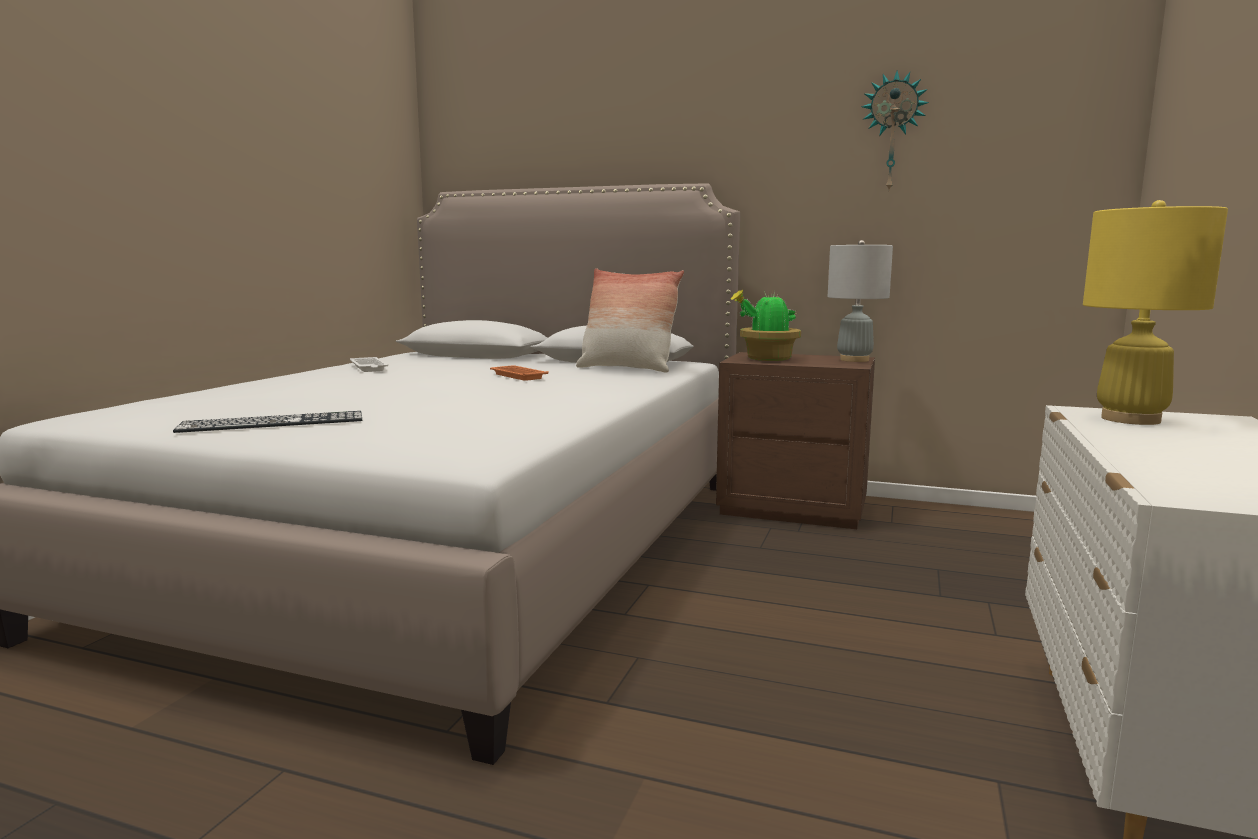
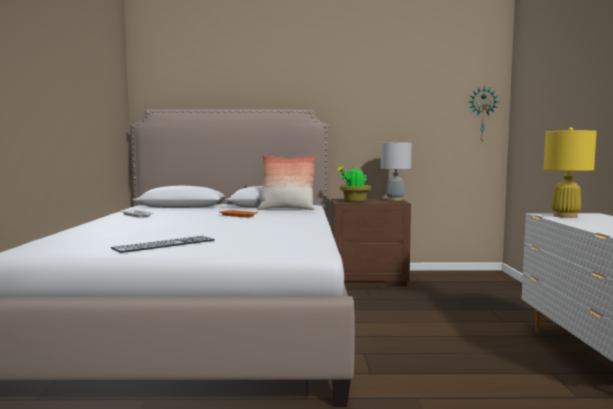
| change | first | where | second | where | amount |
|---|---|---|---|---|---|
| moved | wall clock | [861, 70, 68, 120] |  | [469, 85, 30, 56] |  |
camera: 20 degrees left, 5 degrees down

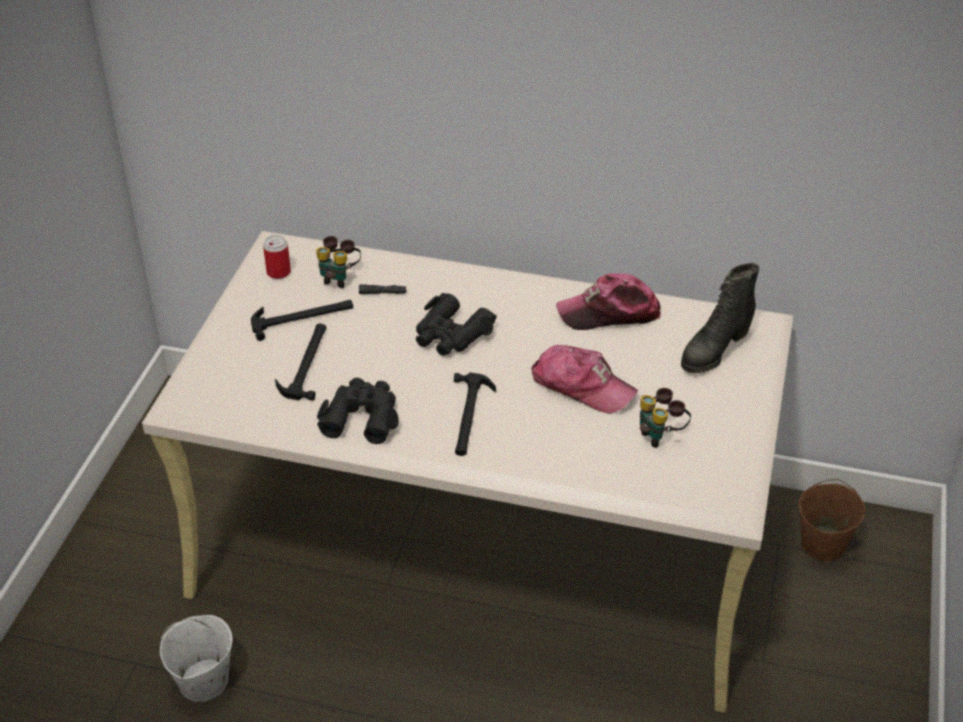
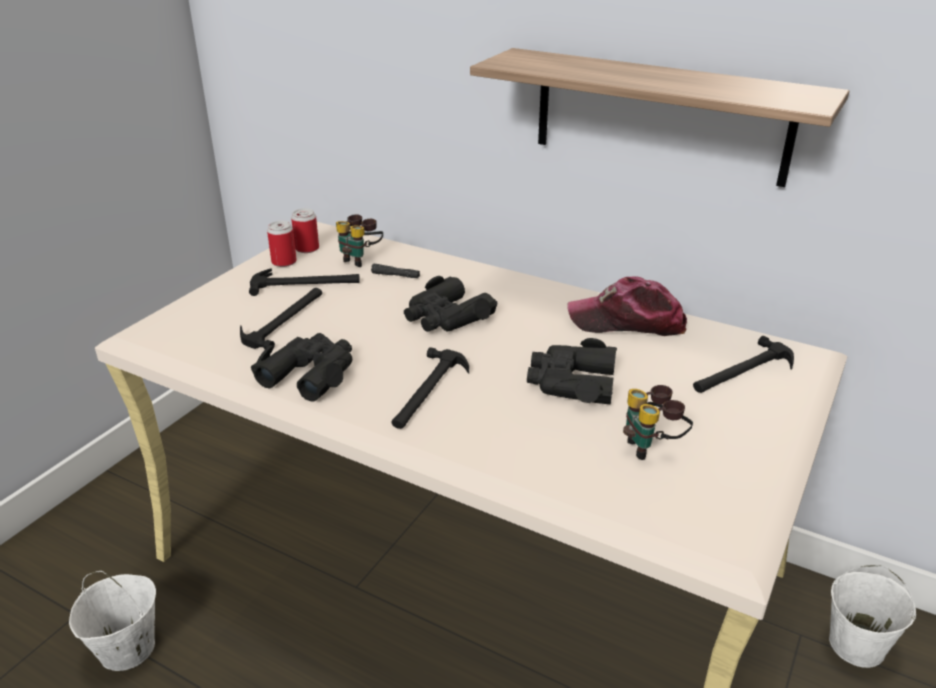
| change | first | where | second | where | amount |
|---|---|---|---|---|---|
| replaced | cap | [532, 345, 106, 69] | black binoculars | [527, 338, 90, 67] |  |
| replaced | black boot | [681, 263, 78, 111] | hammer | [693, 336, 101, 57] |  |
| recoloured | brown bucket | [799, 479, 66, 82] | white bucket | [829, 565, 87, 103] |  |
| added |  |  | can | [267, 221, 30, 46] |  |
| added |  |  | shelf | [470, 48, 379, 139] |  |
camera: 15 degrees right, 10 degrees down

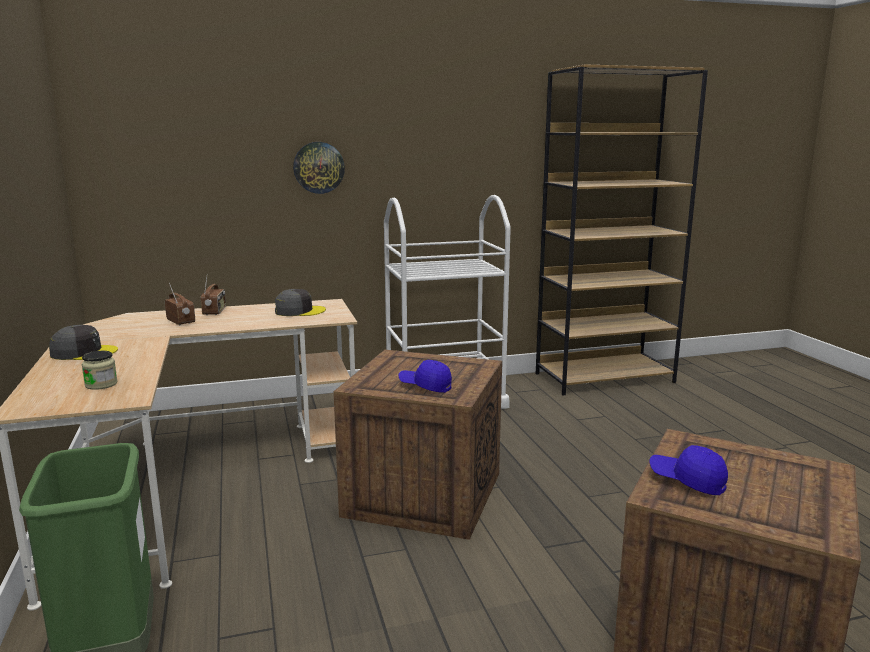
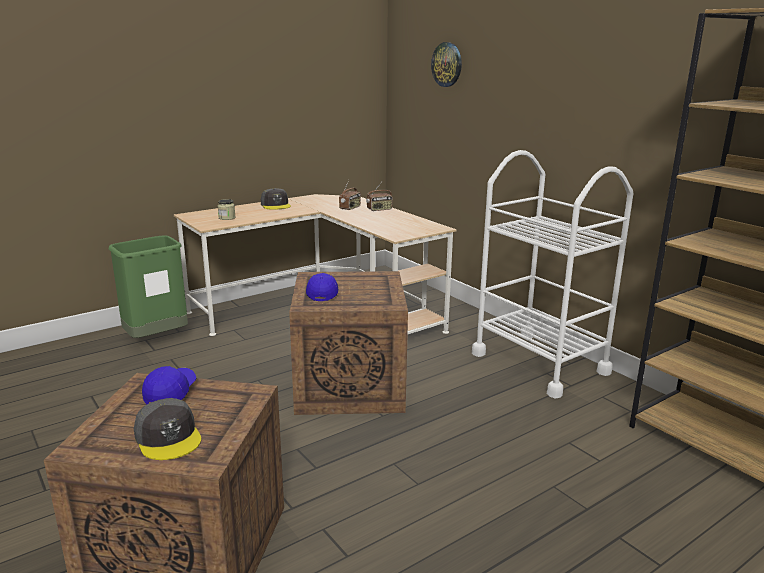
| change | first | where | second | where | amount |
|---|---|---|---|---|---|
| moved | grey cap | [275, 289, 51, 27] |  | [134, 398, 67, 62] |  |
| moved | wall clock | [293, 142, 52, 52] |  | [431, 42, 31, 45] |  |
camera: 70 degrees right, 5 degrees up

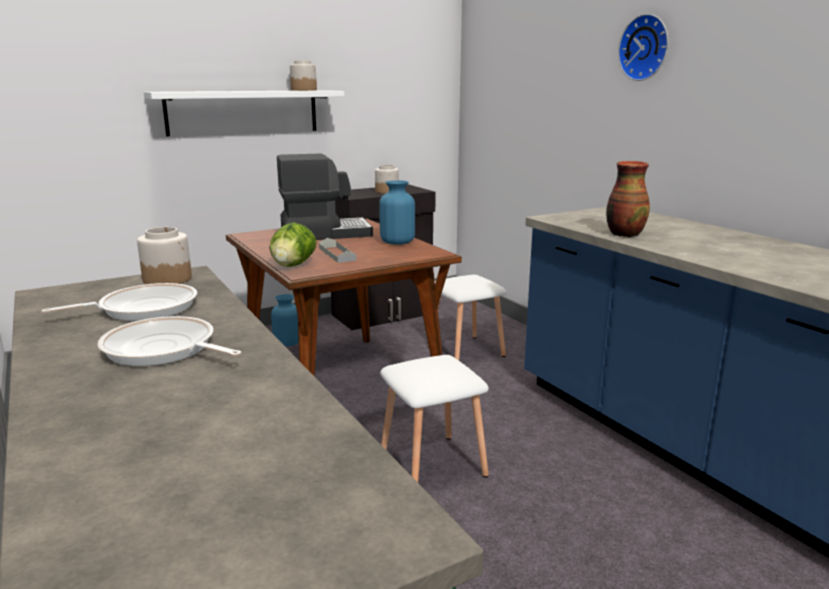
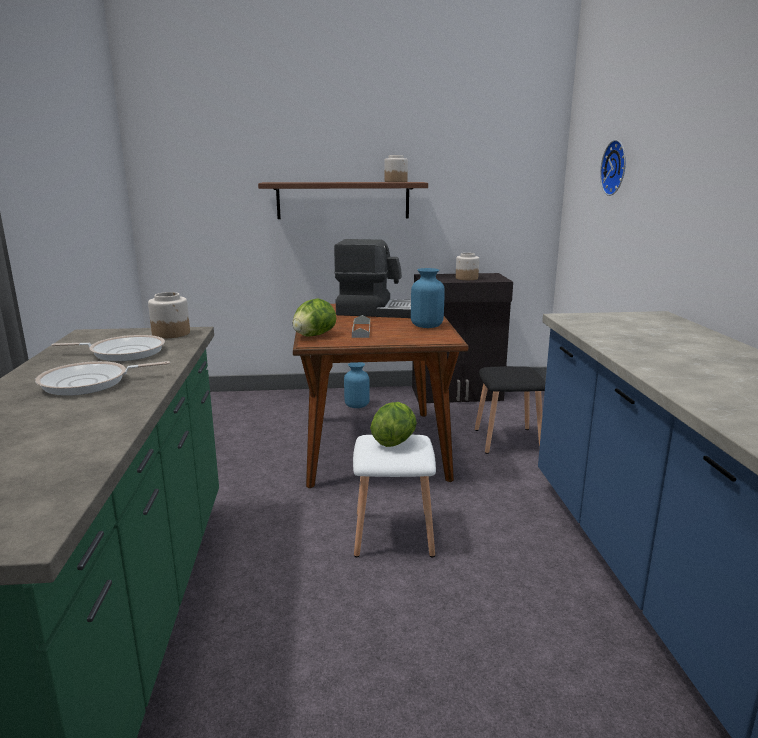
| change | first | where | second | where | amount |
|---|---|---|---|---|---|
| turned | frying pan | [98, 316, 144, 50] |  | [35, 361, 135, 35] | 75 degrees counterclockwise |
| recoloured | white shelf | [144, 90, 200, 46] | brown shelf | [258, 182, 170, 37] |  |
| recoloured | white stool | [428, 275, 79, 85] | black stool | [475, 366, 70, 88] |  |
| removed | vase | [606, 161, 44, 76] |  |  |  |
| moved | wall clock | [618, 14, 50, 67] |  | [600, 140, 26, 56] |  |
| added |  |  | lettuce | [370, 402, 47, 45] |  |
camera: 25 degrees right, 0 degrees up

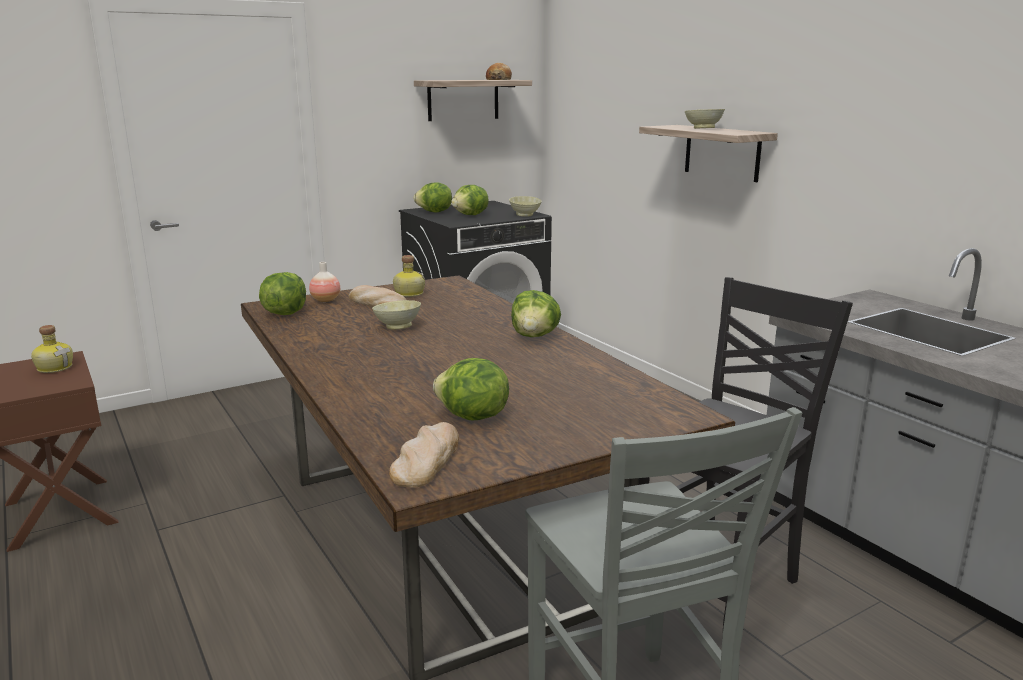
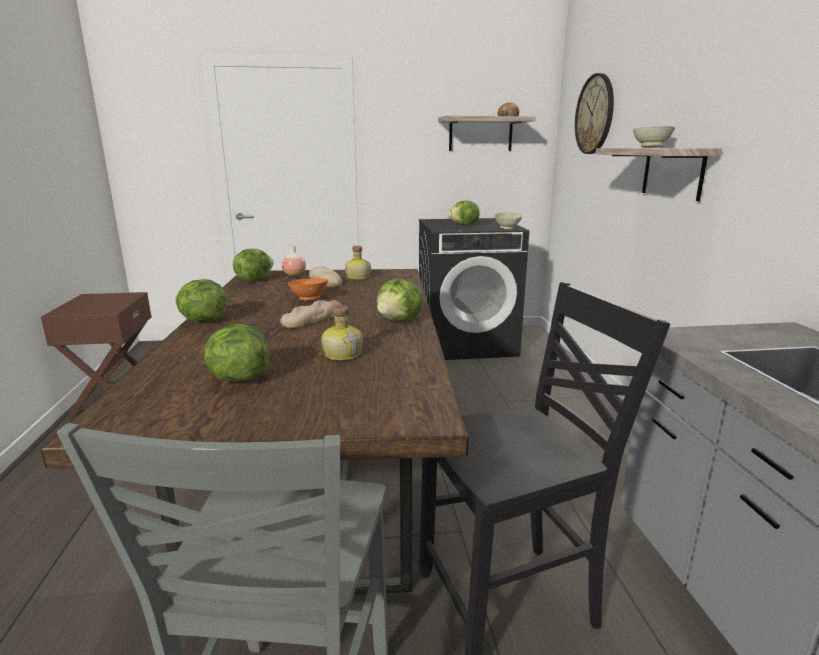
| change | first | where | second | where | amount |
|---|---|---|---|---|---|
| moved | bottle | [31, 325, 42, 48] |  | [321, 305, 42, 55] |  |
| recoloured | beige bowl | [372, 300, 49, 30] | orange bowl | [288, 278, 40, 23] |  |
| moved | bread | [389, 422, 70, 66] |  | [280, 300, 62, 28] |  |
| moved | lettuce | [413, 182, 39, 31] |  | [175, 279, 53, 43] |  |
| added |  |  | wall clock | [575, 73, 39, 81] |  |
camera: 25 degrees right, 0 degrees up

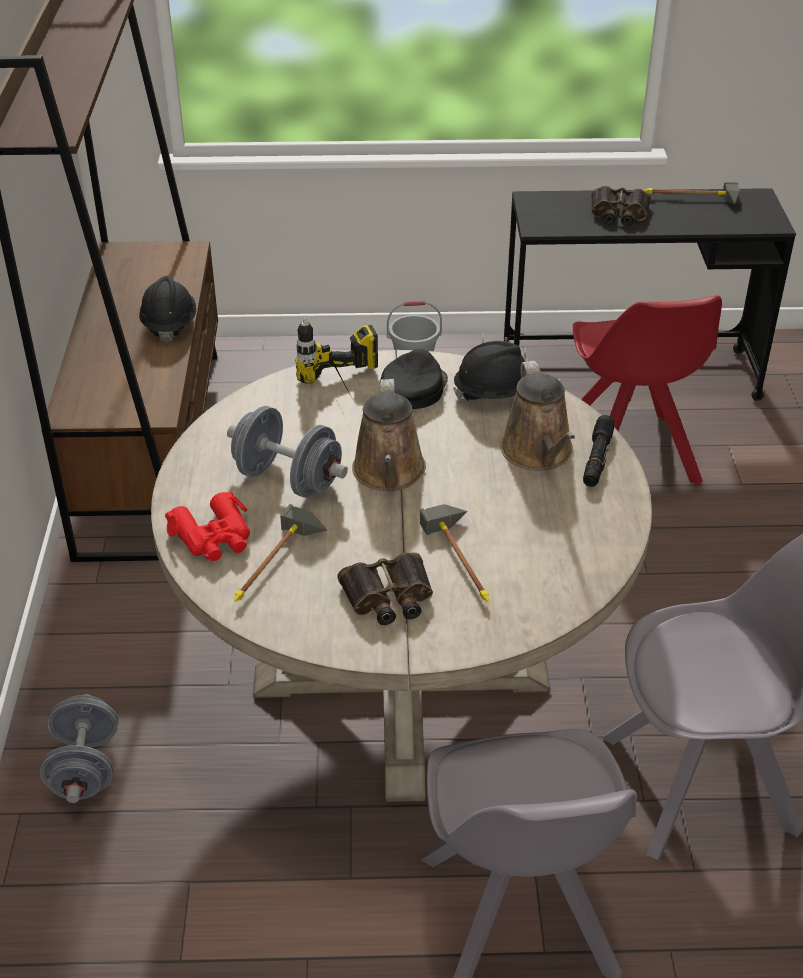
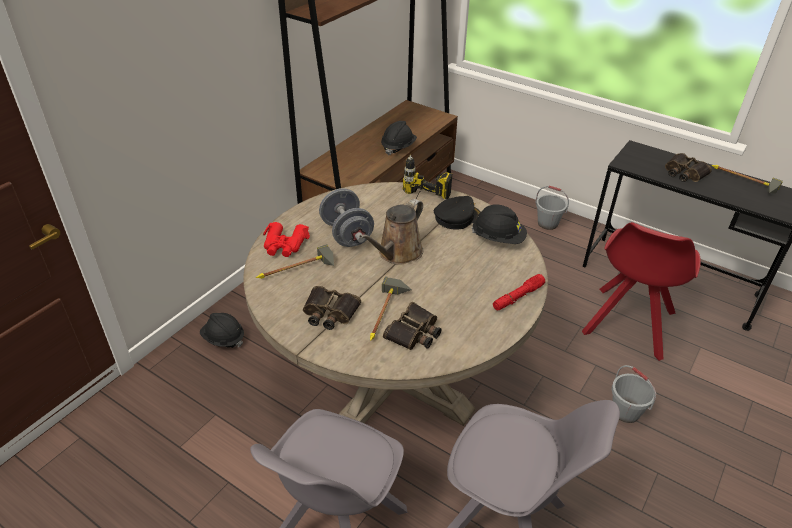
| change | first | where | second | where | amount |
|---|---|---|---|---|---|
| replaced | grey dumbbell | [40, 694, 78, 109] | black hard hat | [200, 313, 44, 35] |  |
| removed | brown watering can | [501, 361, 74, 109] |  |  |  |
| recoloured | black flashlight | [583, 415, 32, 72] | red flashlight | [493, 274, 52, 36] |  |
| added |  |  | binoculars | [383, 302, 59, 48] |  |
| added |  |  | grey bucket | [612, 365, 44, 58] |  |
camera: 35 degrees right, 0 degrees up

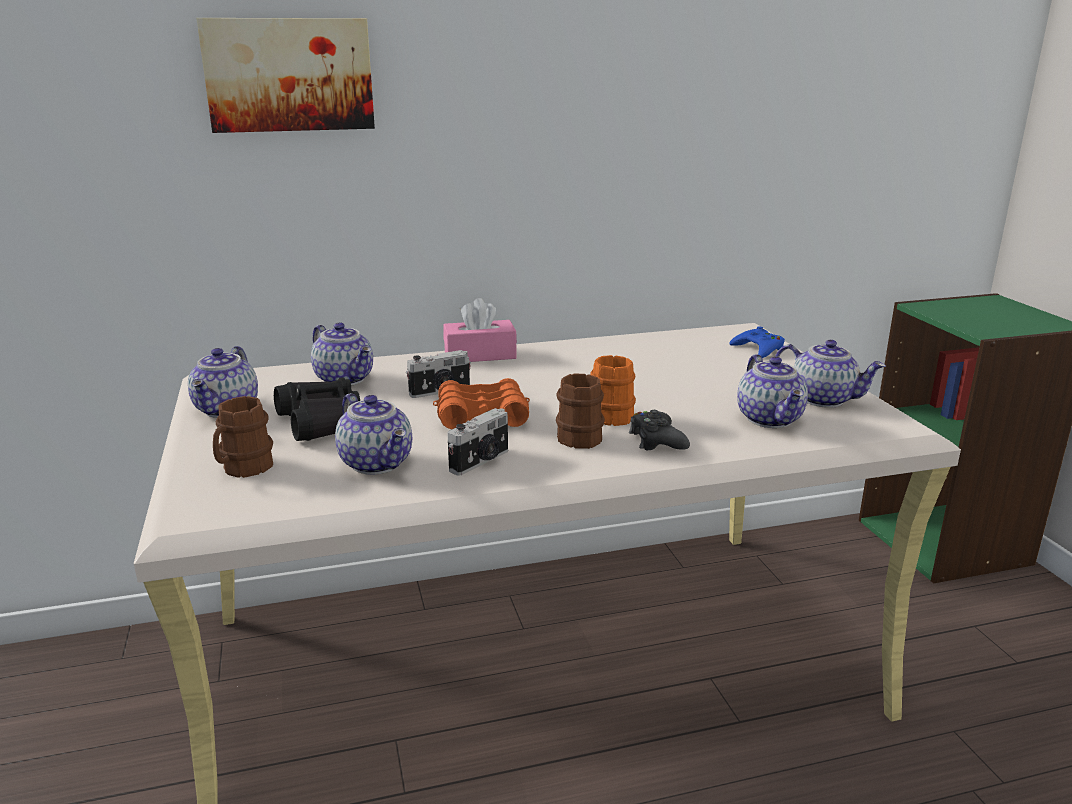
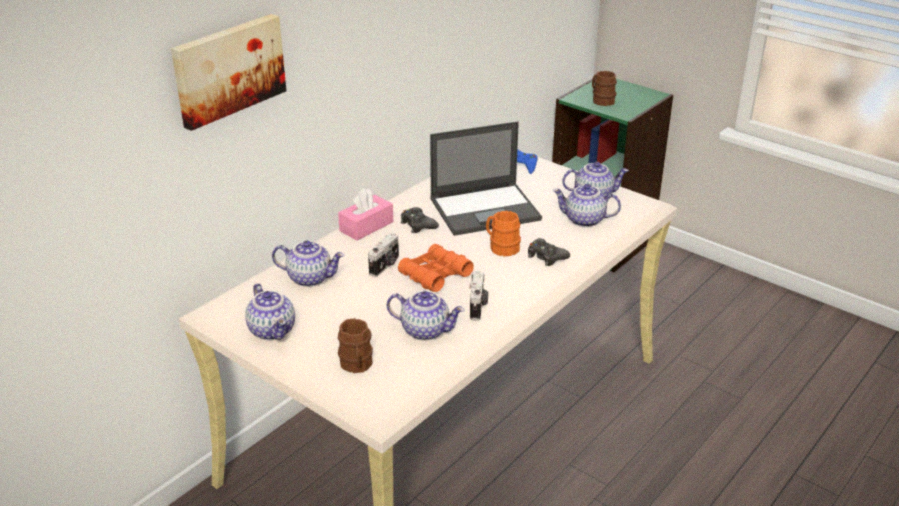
| change | first | where | second | where | amount |
|---|---|---|---|---|---|
| removed | black binoculars | [274, 377, 86, 64] |  |  |  |
| moved | brown mug | [556, 374, 49, 75] |  | [592, 71, 25, 35] |  |
| turned | teapot | [737, 354, 71, 74] |  | [553, 184, 68, 43] | 150 degrees clockwise |
| added |  |  | black game controller | [401, 207, 38, 26] |  |
| added |  |  | laptop | [430, 121, 112, 115] |  |
camera: 35 degrees left, 10 degrees up

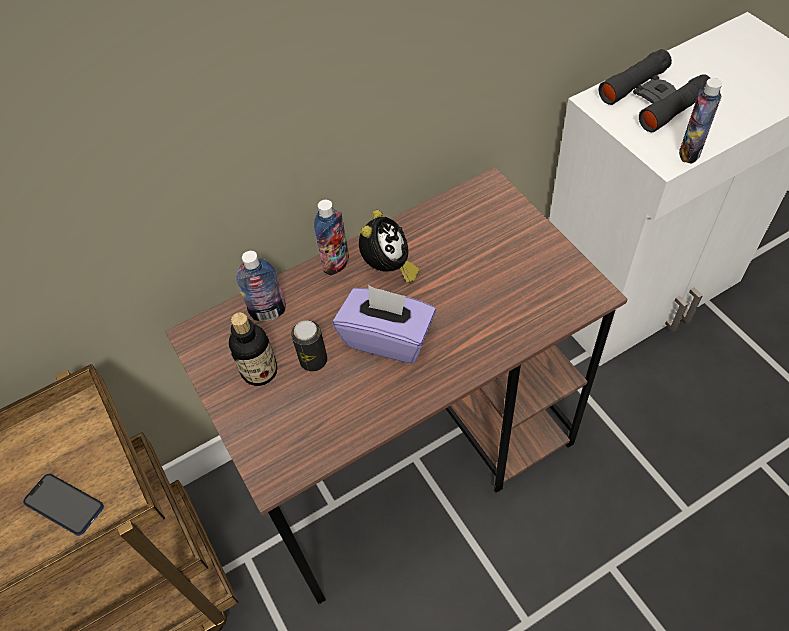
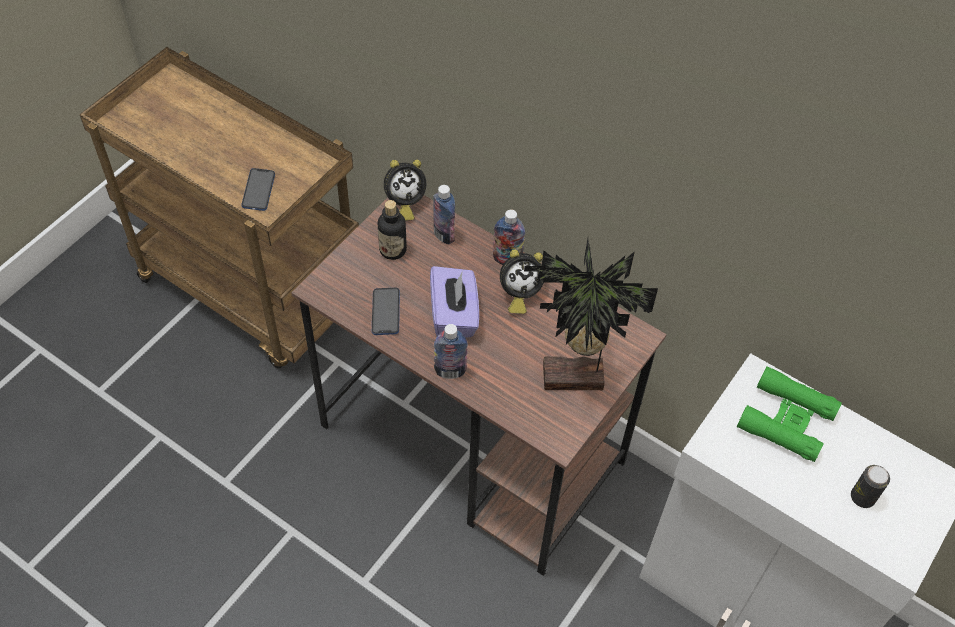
| change | first | where | second | where | amount |
|---|---|---|---|---|---|
| moved | can | [291, 320, 36, 52] |  | [851, 465, 39, 43] |  |
| recoloured | black binoculars | [598, 49, 112, 83] | green binoculars | [737, 366, 105, 96] |  |
| moved | bottle | [679, 78, 43, 86] |  | [434, 324, 34, 55] |  |
| added |  |  | phone | [372, 288, 28, 47] |  |
| added |  |  | alarm clock | [384, 160, 42, 61] |  |
| added |  |  | potted plant | [524, 239, 134, 151] |  |
camera: 60 degrees right, 0 degrees up

